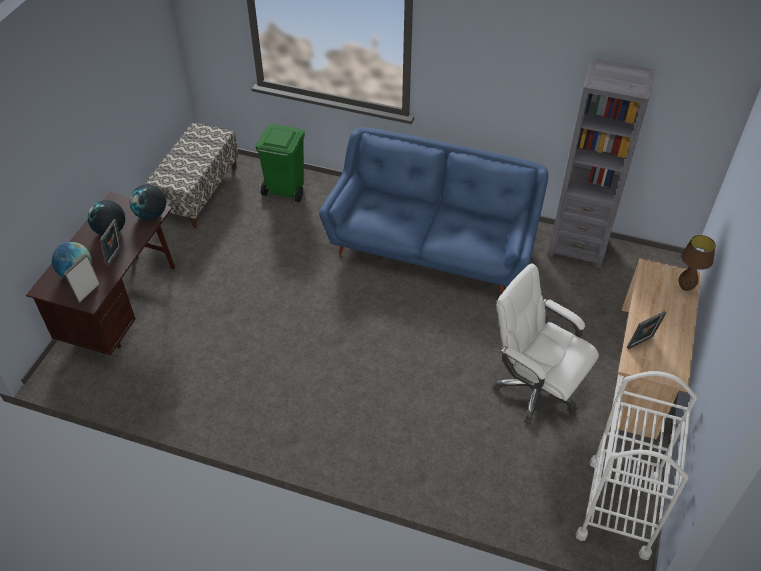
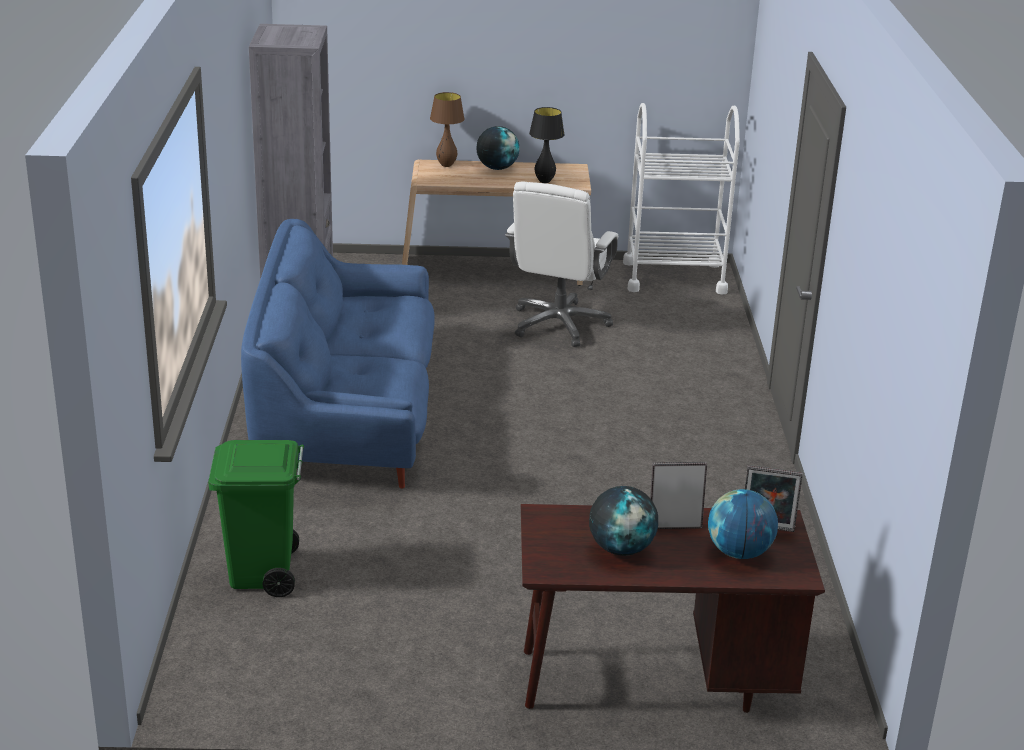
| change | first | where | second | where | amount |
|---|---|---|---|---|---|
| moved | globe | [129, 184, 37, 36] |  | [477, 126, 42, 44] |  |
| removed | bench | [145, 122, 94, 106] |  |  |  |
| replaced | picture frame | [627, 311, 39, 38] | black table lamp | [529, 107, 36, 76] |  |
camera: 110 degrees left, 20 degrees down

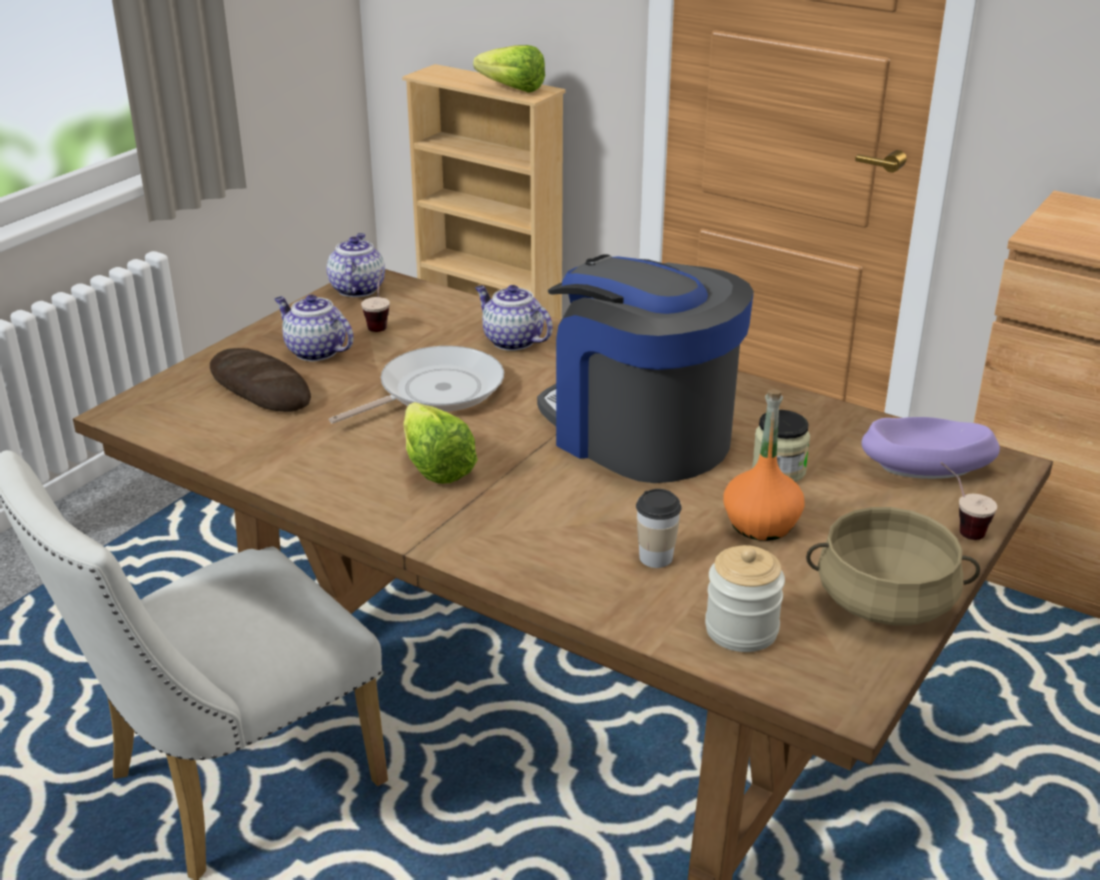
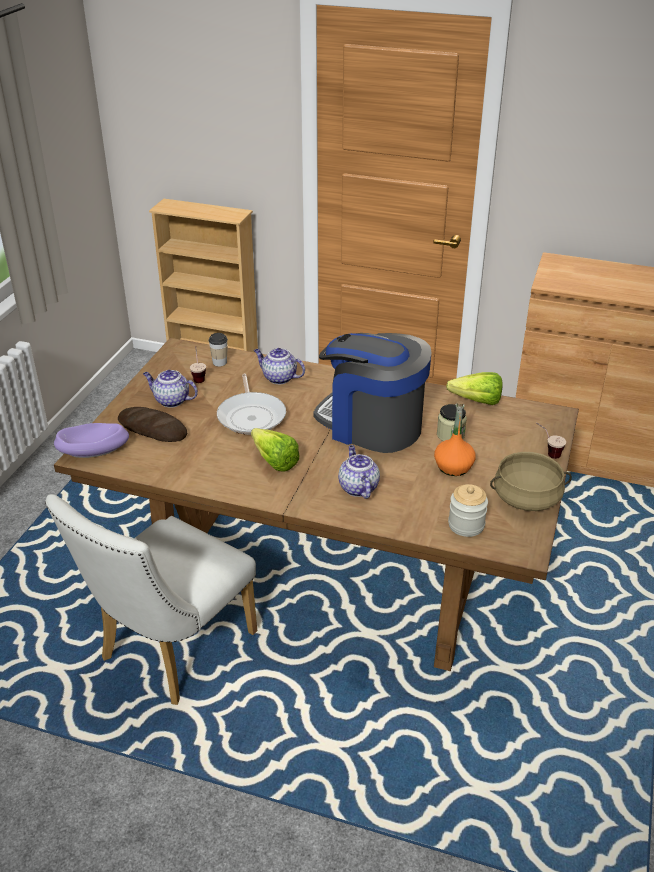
| change | first | where | second | where | amount |
|---|---|---|---|---|---|
| moved | teapot | [327, 233, 58, 64] |  | [338, 445, 42, 54] |  |
| turned | frying pan | [329, 346, 175, 78] |  | [217, 374, 69, 61] | 135 degrees clockwise |
| moved | lettuce | [473, 45, 72, 48] |  | [446, 372, 57, 33] |  |
| moved | cup | [636, 489, 46, 79] |  | [209, 333, 19, 33] |  |
| moved | purple bowl | [861, 417, 139, 62] |  | [54, 423, 75, 35] |  |
camera: 15 degrees left, 5 degrees up

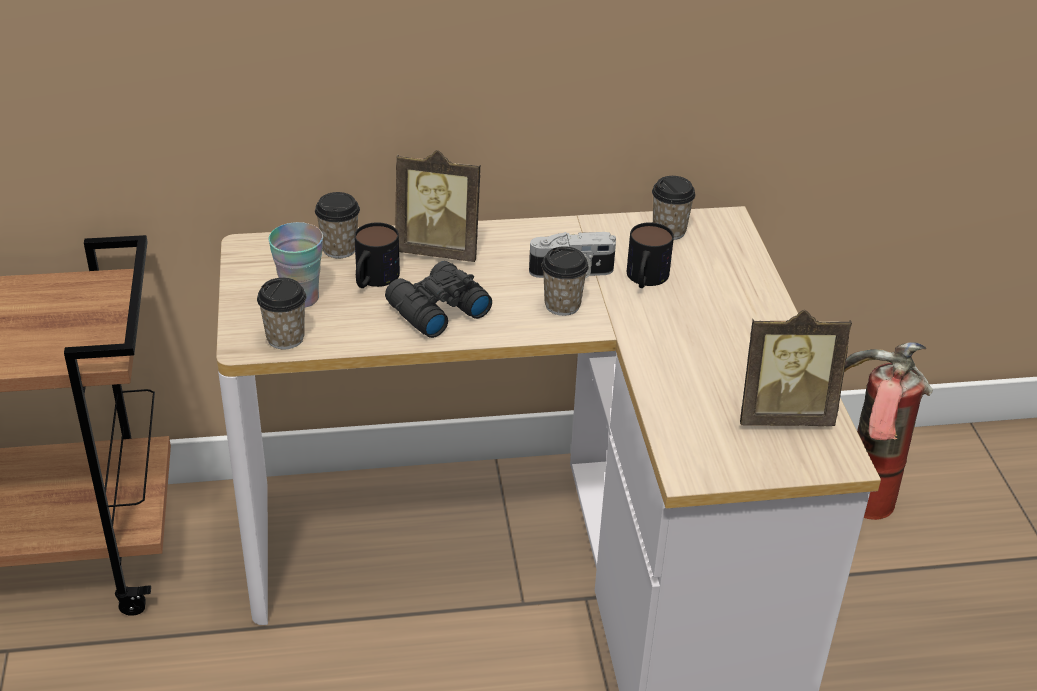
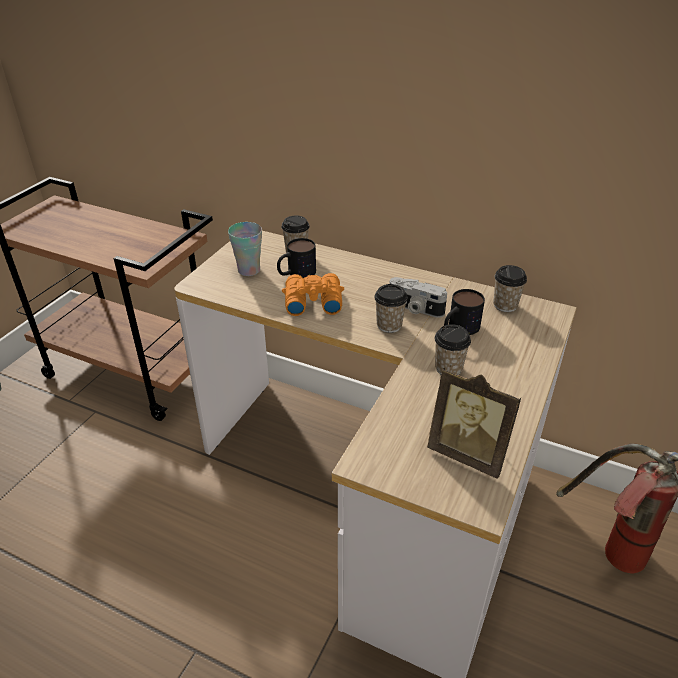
| change | first | where | second | where | amount |
|---|---|---|---|---|---|
| moved | cup | [257, 278, 50, 71] |  | [435, 324, 36, 51] |  |
| recoloured | black binoculars | [385, 261, 107, 77] | orange binoculars | [282, 273, 62, 43] |  |
| removed | picture frame | [395, 150, 85, 112] |  |  |  |
camera: 35 degrees right, 0 degrees up

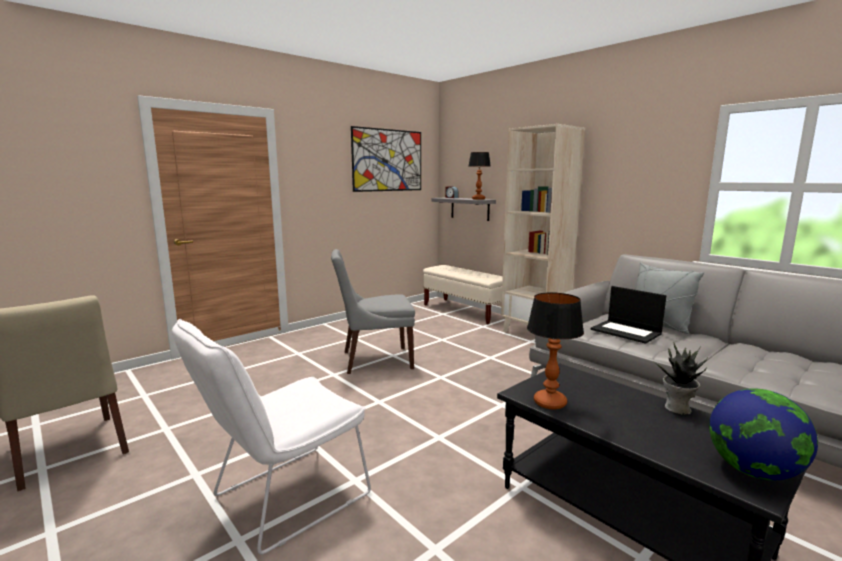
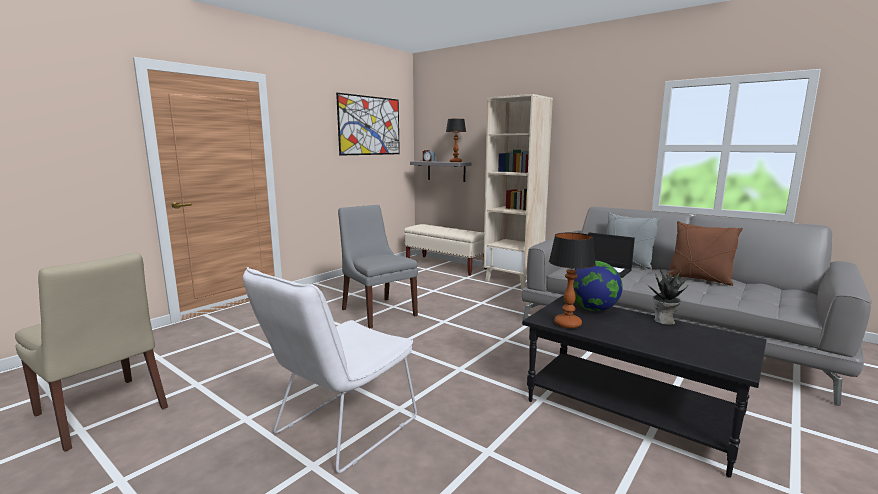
| change | first | where | second | where | amount |
|---|---|---|---|---|---|
| turned | grey chair | [331, 249, 84, 125] |  | [338, 205, 80, 123] | 75 degrees clockwise |
| moved | globe | [709, 388, 109, 93] |  | [573, 261, 50, 50] |  |
| added |  |  | brown pillow | [666, 221, 77, 65] |  |
camera: 10 degrees left, 0 degrees up

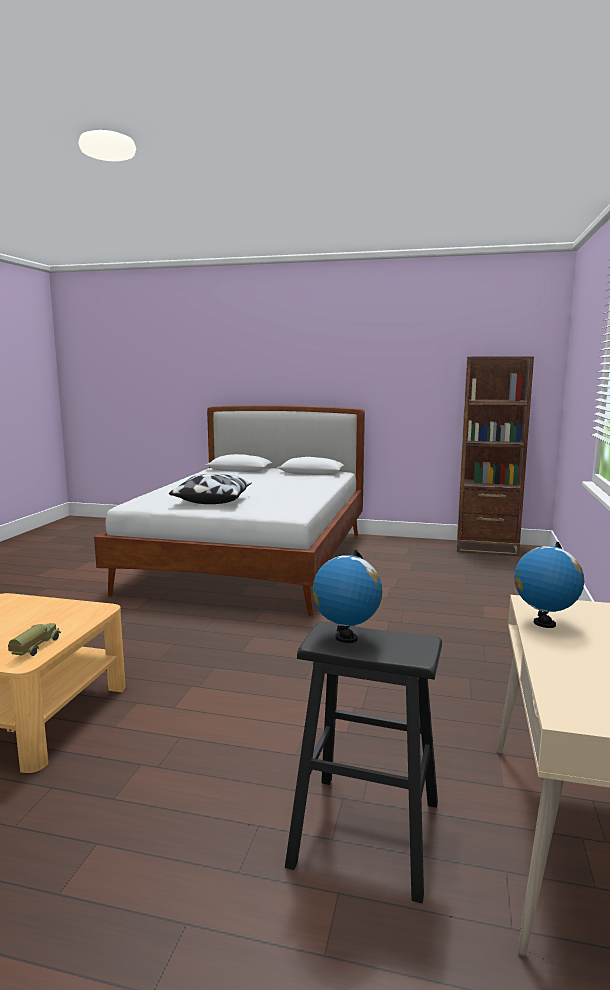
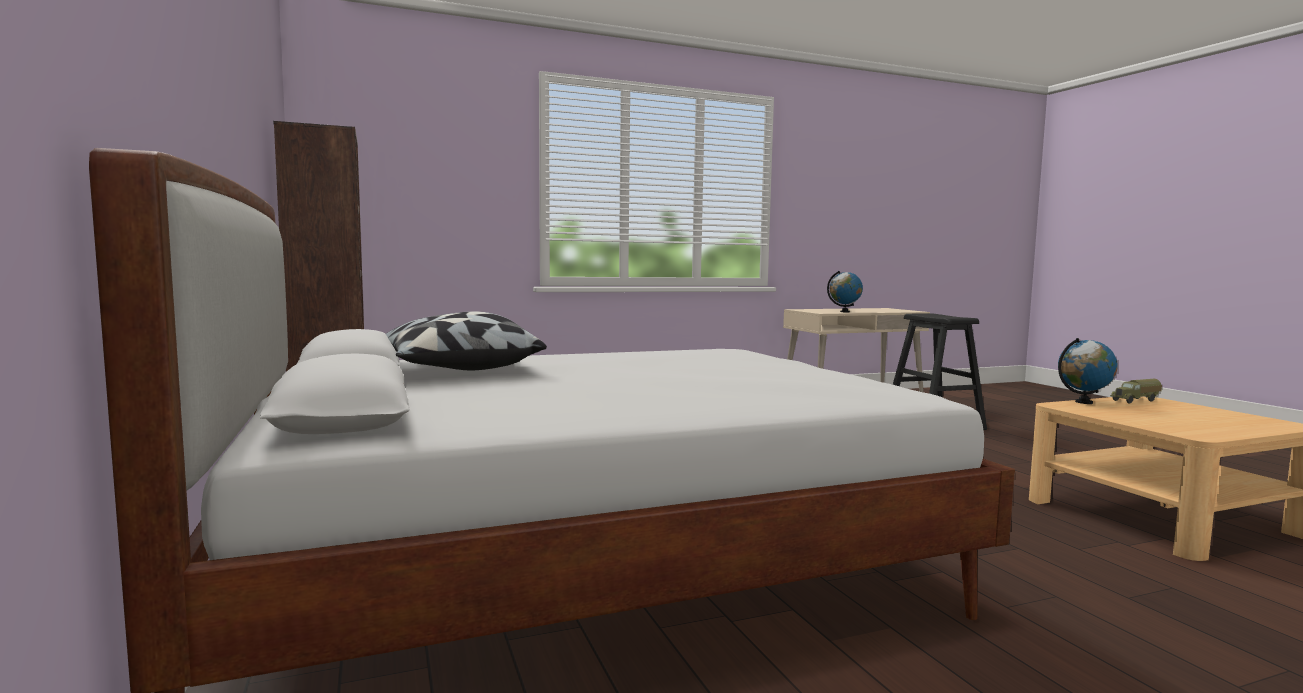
| change | first | where | second | where | amount |
|---|---|---|---|---|---|
| moved | pillow | [169, 474, 83, 30] |  | [386, 311, 161, 59] |  |
| moved | globe | [313, 550, 70, 93] |  | [1058, 338, 60, 66] |  |
camera: 125 degrees left, 5 degrees down

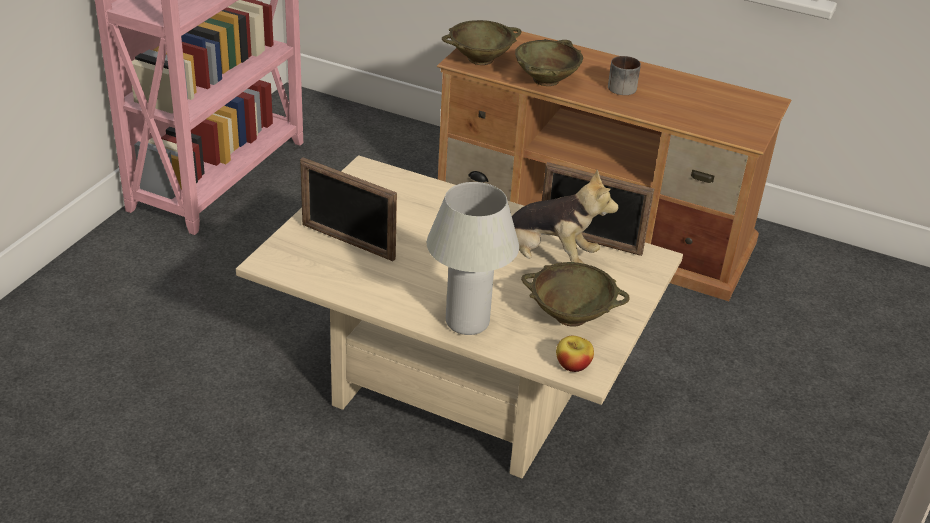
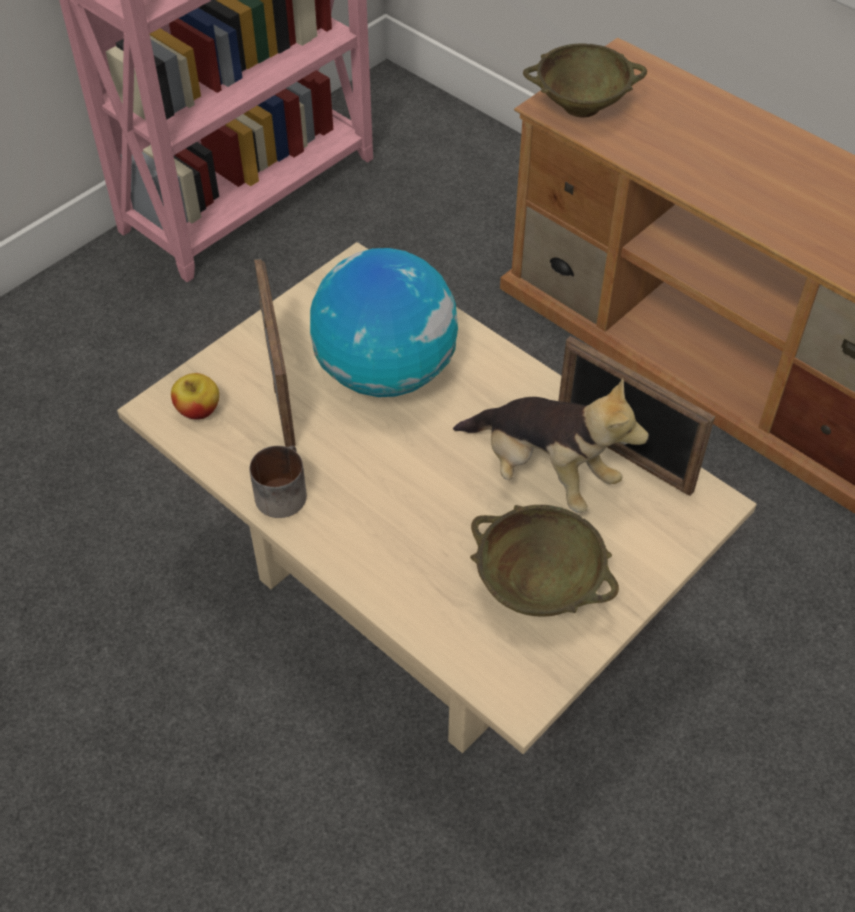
| change | first | where | second | where | amount |
|---|---|---|---|---|---|
| turned | picture frame | [300, 157, 97, 104] |  | [254, 259, 42, 188] | 150 degrees counterclockwise |
| removed | white table lamp | [427, 182, 92, 153] |  |  |  |
| removed | beige bowl | [515, 39, 68, 47] |  |  |  |
| moved | apple | [556, 336, 38, 36] |  | [171, 373, 48, 47] |  |
| moved | mug | [608, 56, 33, 39] |  | [249, 446, 58, 72] |  |
| added |  |  | globe | [310, 248, 148, 149] |  |
camera: 20 degrees right, 15 degrees up

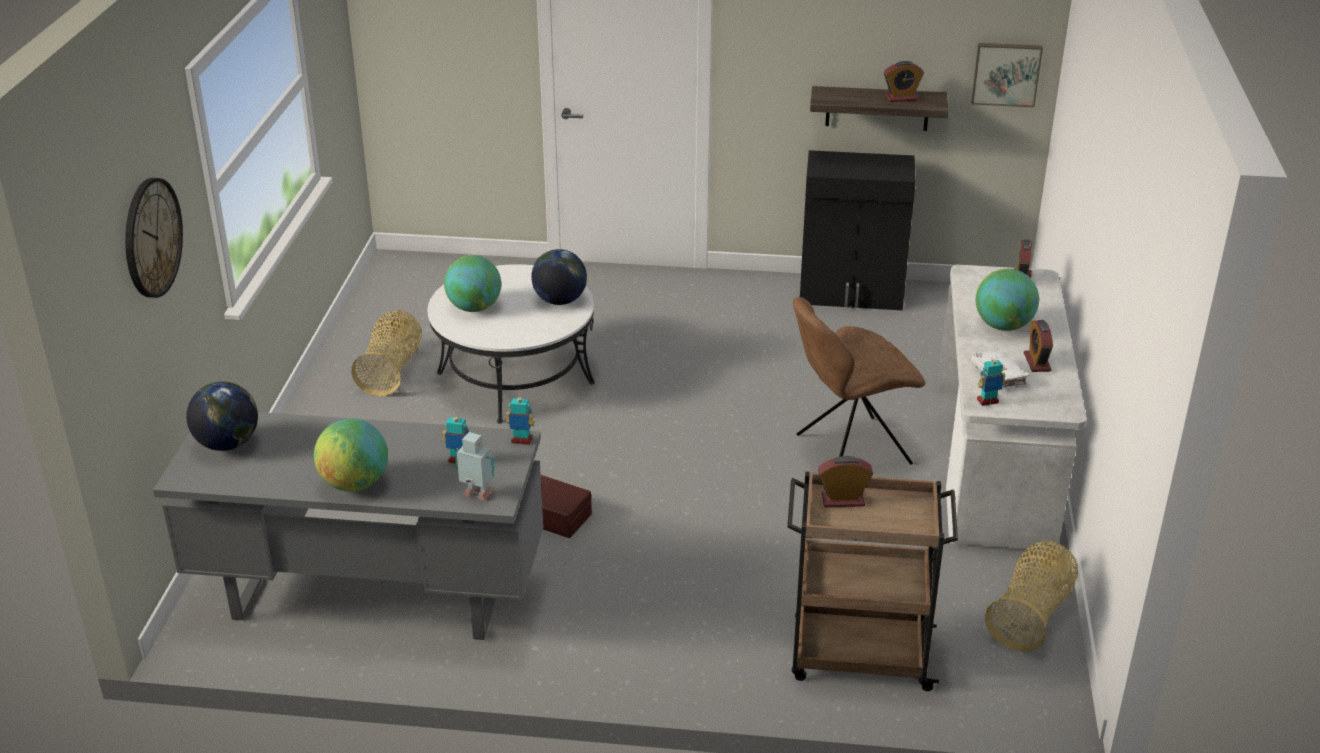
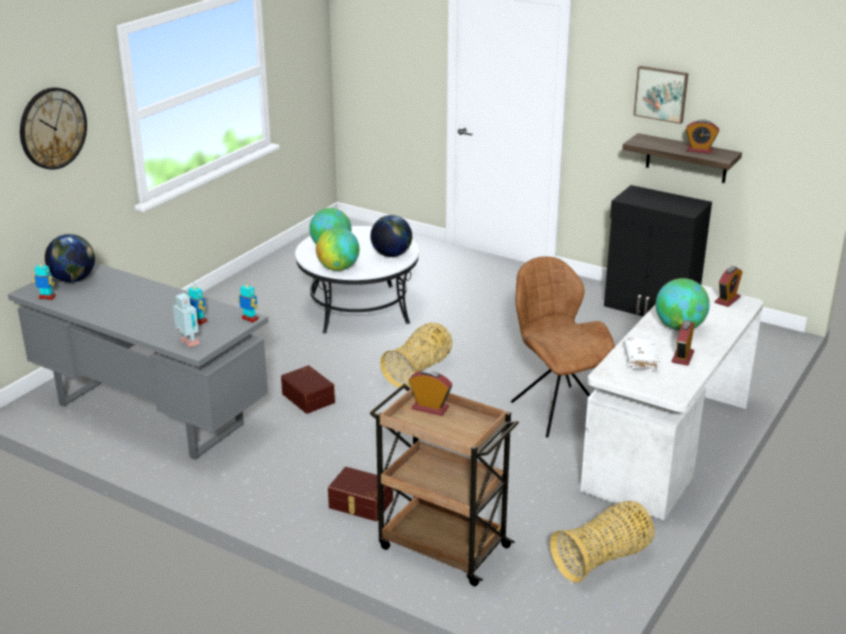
| change | first | where | second | where | amount |
|---|---|---|---|---|---|
| moved | globe | [314, 419, 74, 73] |  | [316, 227, 43, 44] |  |
| moved | basket | [351, 310, 71, 86] |  | [380, 323, 73, 65] |  |
| turned | brown chair | [793, 297, 133, 168] |  | [511, 256, 104, 182] | 60 degrees clockwise |
| moved | picture | [971, 43, 72, 64] |  | [633, 66, 55, 58] |  |
| moved | toy robot | [977, 359, 28, 47] |  | [33, 260, 23, 40] |  |
| added |  |  | brown storage box | [328, 467, 65, 54] |  |
camera: 25 degrees right, 5 degrees down

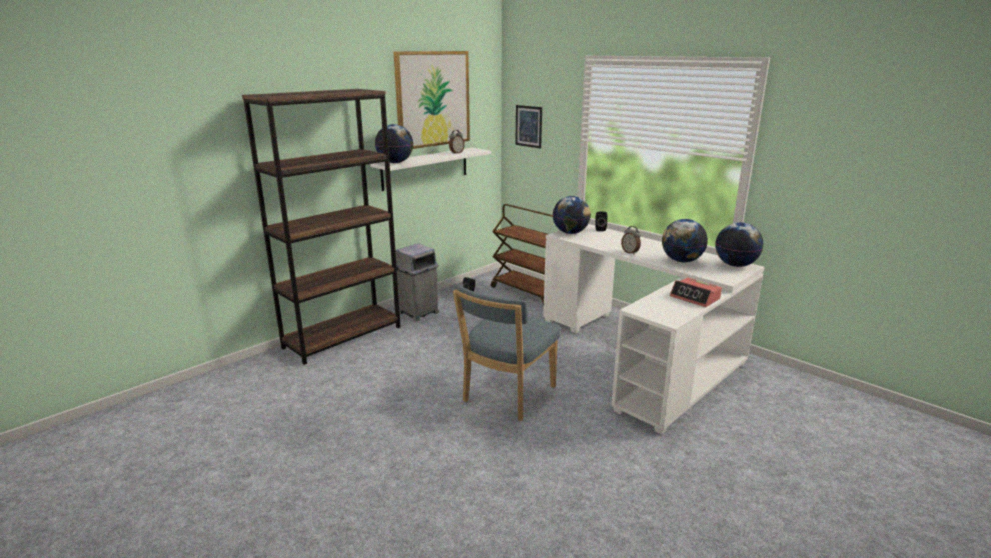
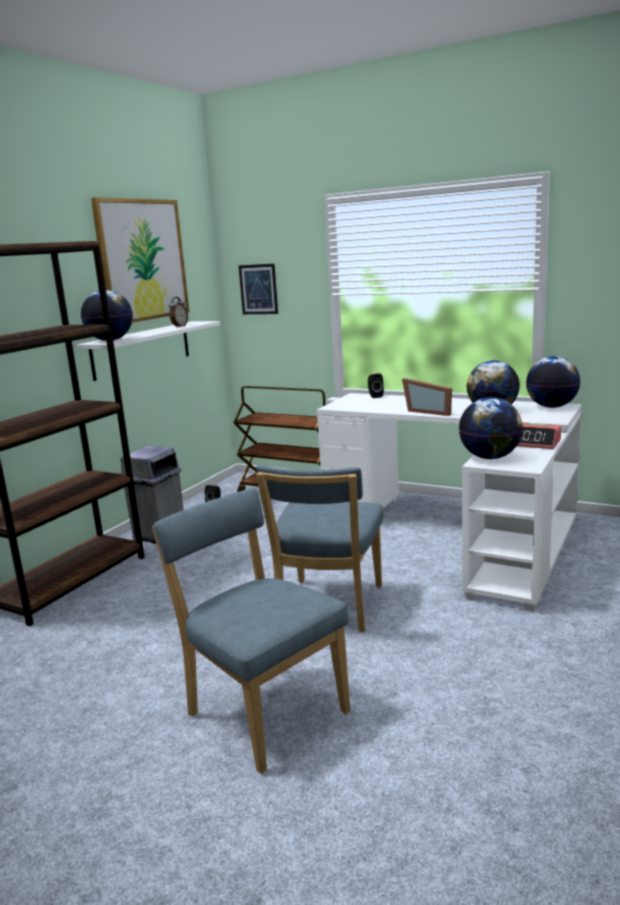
| change | first | where | second | where | amount |
|---|---|---|---|---|---|
| moved | globe | [553, 196, 38, 38] |  | [459, 397, 64, 62] |  |
| replaced | alarm clock | [621, 226, 20, 29] | picture frame | [402, 378, 50, 38] |  |
| added |  |  | blue chair | [152, 488, 198, 286] |  |
camera: 15 degrees left, 5 degrees down

